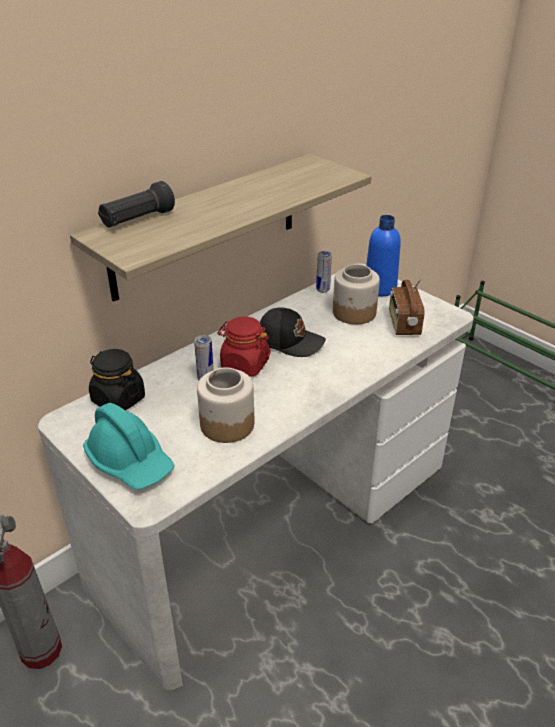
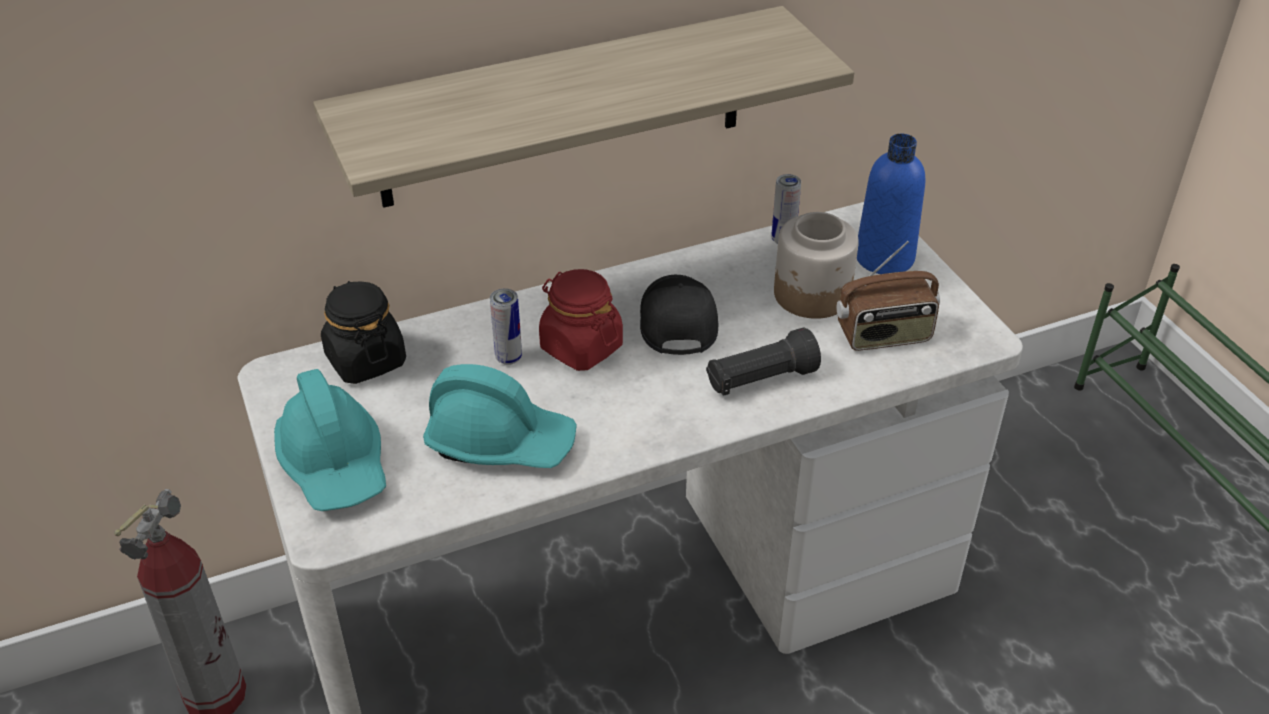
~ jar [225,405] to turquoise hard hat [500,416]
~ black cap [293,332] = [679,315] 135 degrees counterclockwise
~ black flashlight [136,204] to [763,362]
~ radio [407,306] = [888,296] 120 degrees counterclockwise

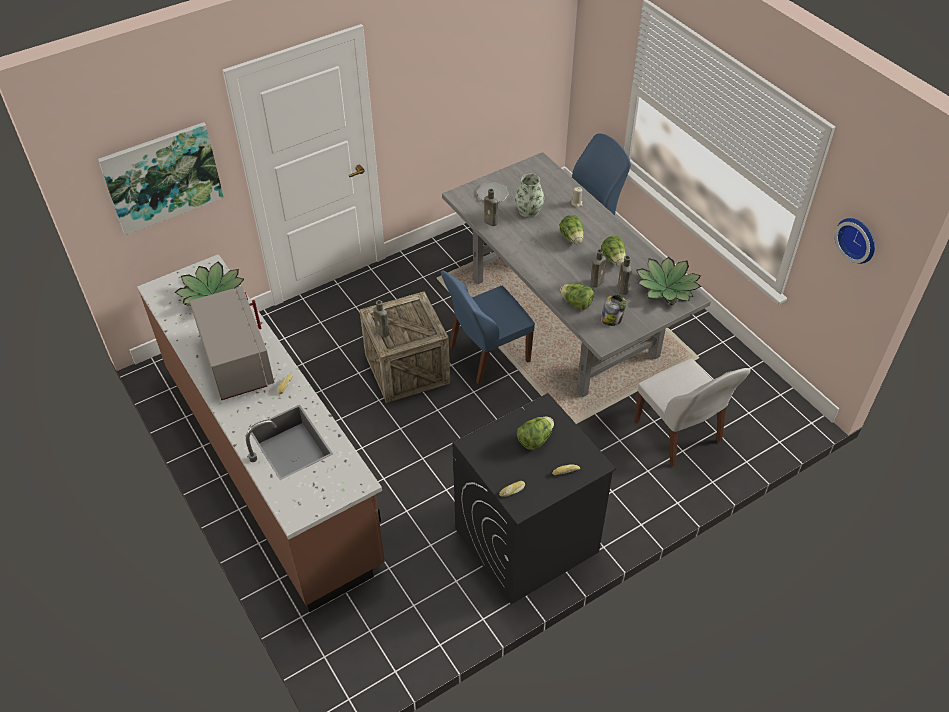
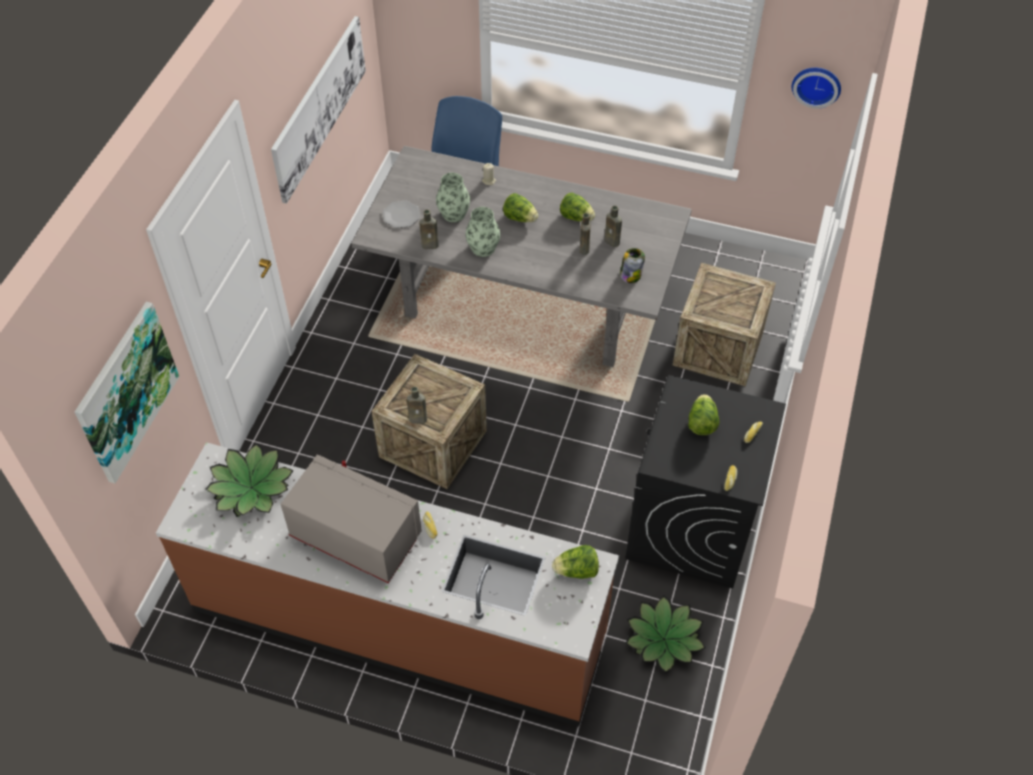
+ picture [318,110]
+ vase [482,232]
~ lettuce [577,296] to [575,562]
~ potted plant [668,281] to [665,634]
~ white chair [692,413] to crate [724,325]
- blue chair [488,327]

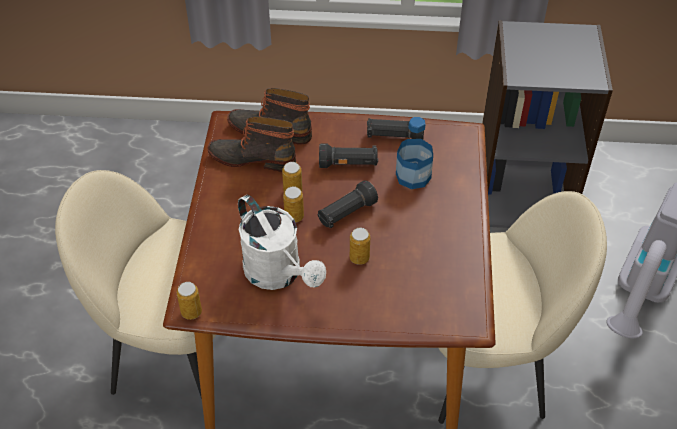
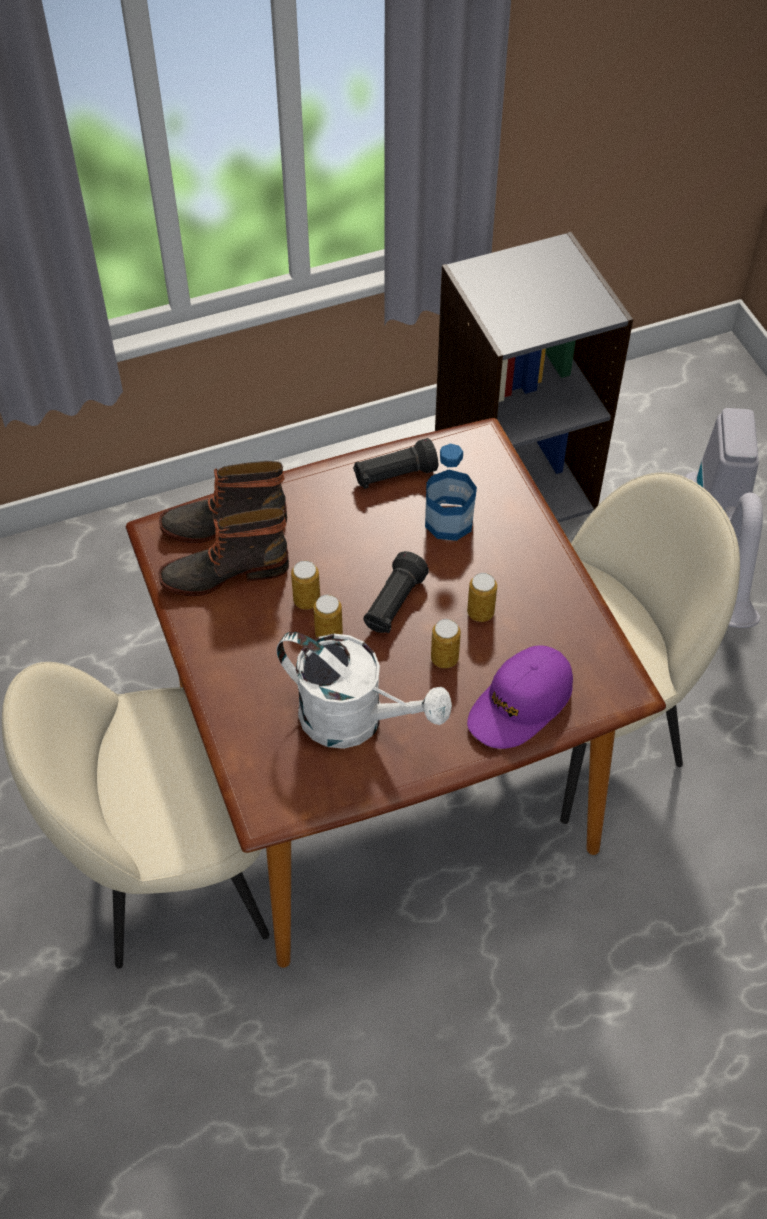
~ can [189,301] to [482,597]
+ purple cap [520,697]
- black flashlight [348,155]

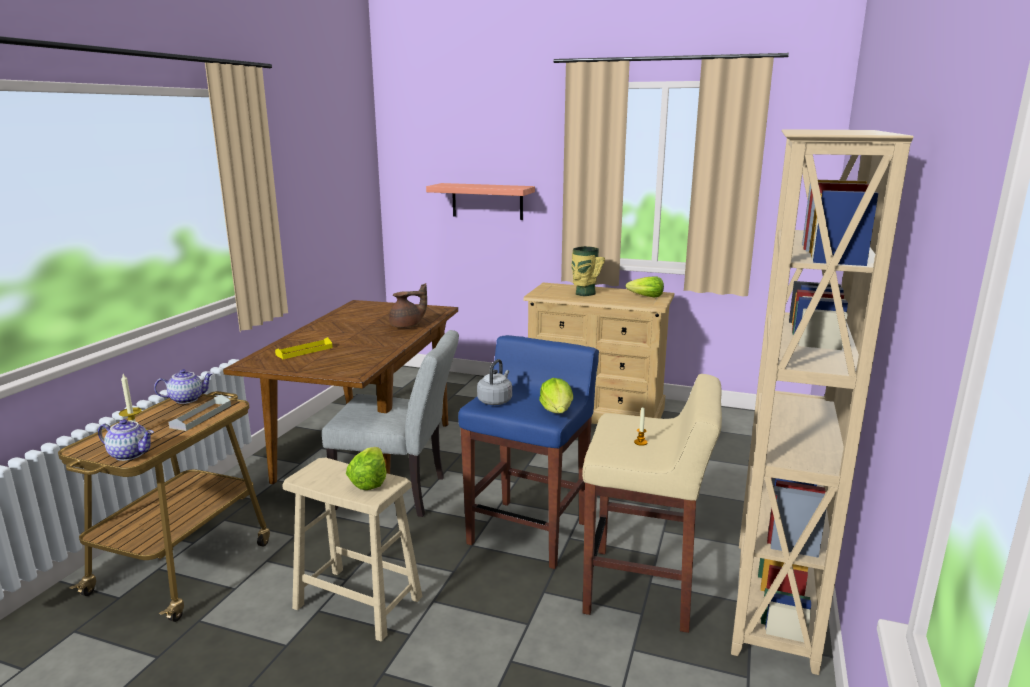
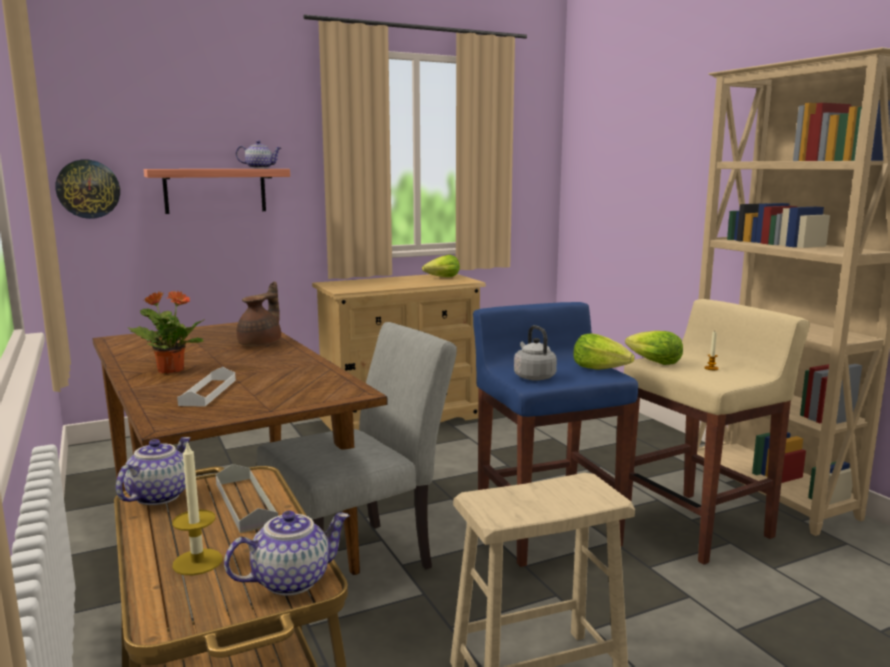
+ wall clock [87,189]
+ potted plant [166,332]
~ yellow tray [304,348] to white tray [206,387]
+ teapot [258,154]
~ lettuce [366,468] to [654,348]
- vase [588,271]

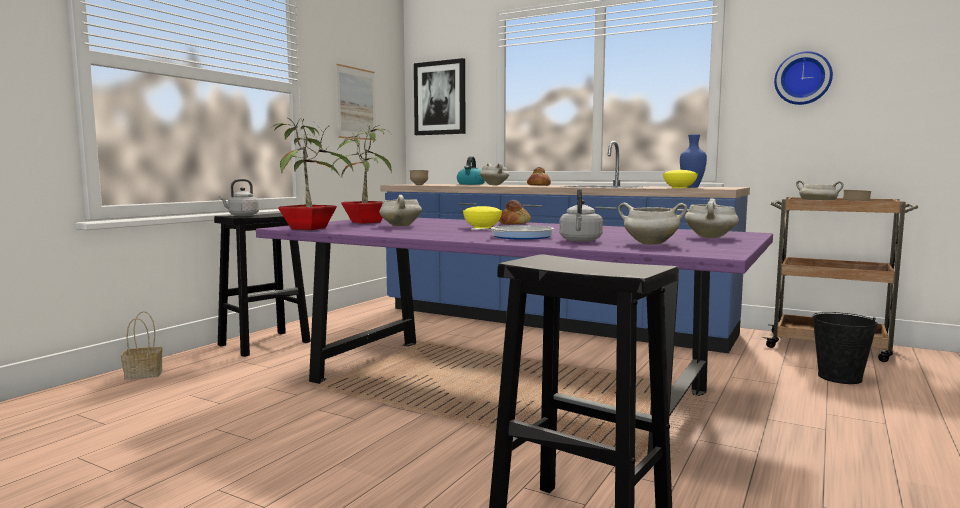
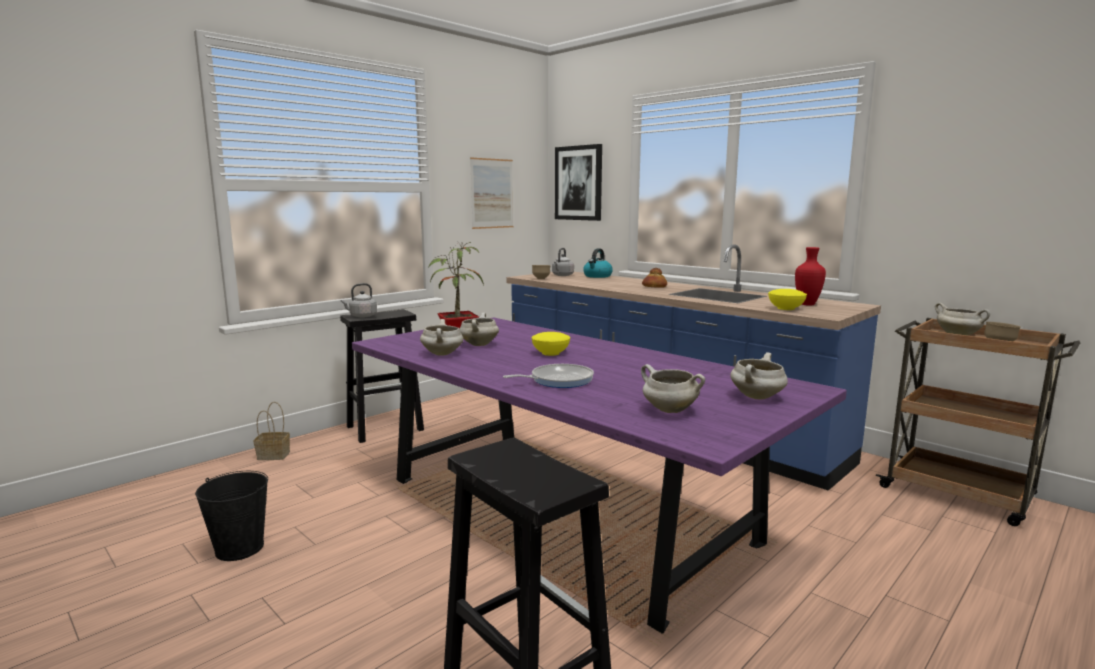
~ black bucket [845,348] to [231,516]
~ white cooking pot [494,174] to [441,337]
~ grey kettle [581,214] to [563,262]
~ blue vase [693,160] to red vase [810,276]
- potted plant [311,174]
- bread [515,212]
- wall clock [803,78]

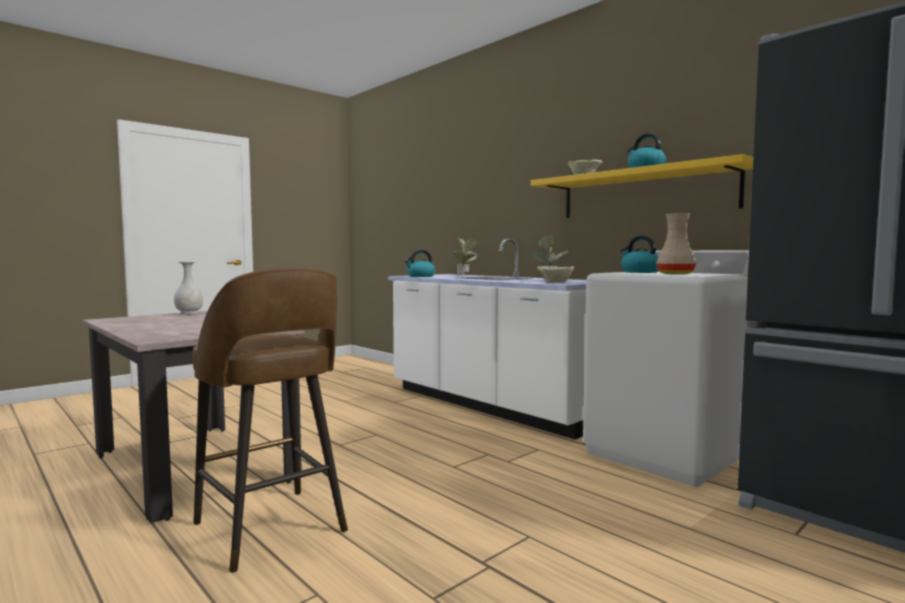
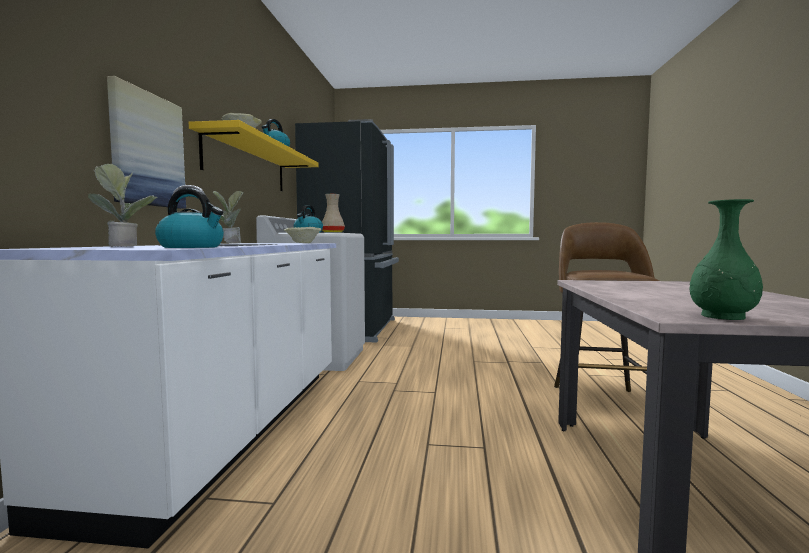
+ picture [146,142]
~ white vase [188,288] to green vase [726,259]

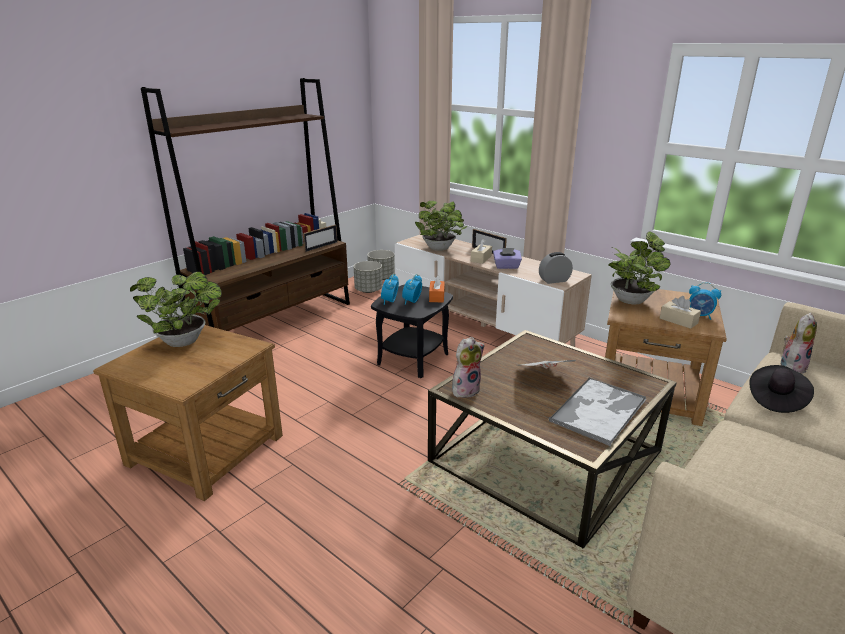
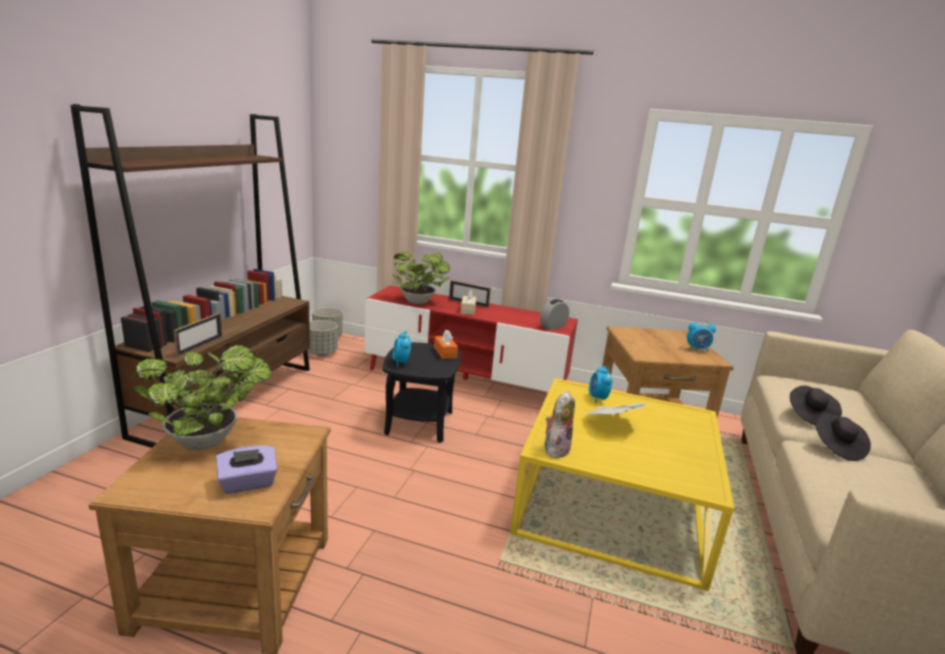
~ picture frame [320,238] to [198,335]
~ purple tissue box [507,258] to [247,469]
~ beige tv stand [493,291] to red tv stand [471,339]
~ brown coffee table [552,439] to yellow coffee table [622,484]
~ alarm clock [412,289] to [601,384]
+ black hat [843,437]
- tray [597,411]
- potted plant [639,267]
- beige tissue box [680,312]
- plush toy [799,343]

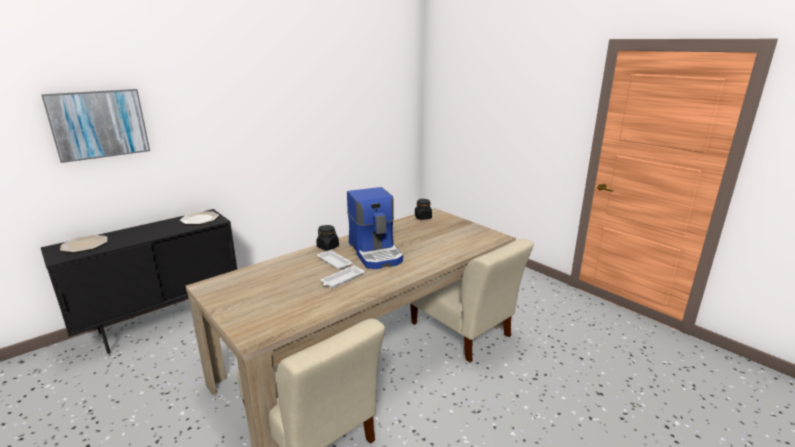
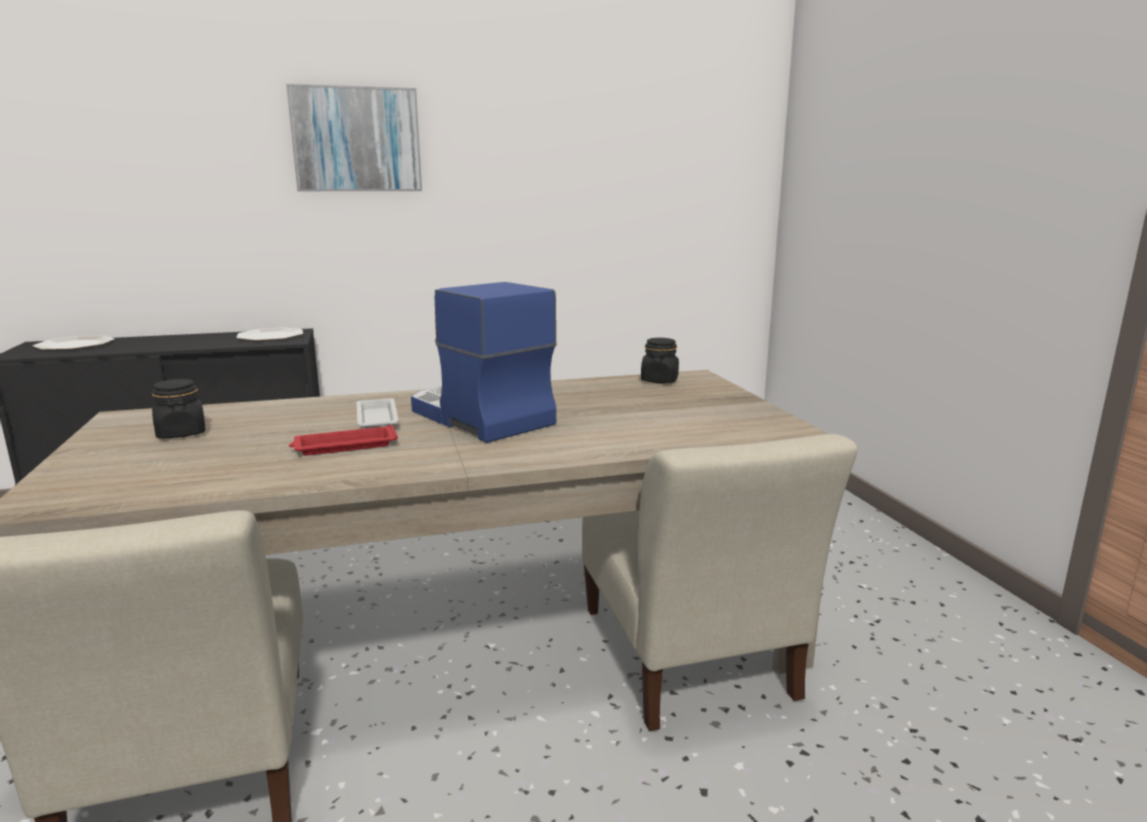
~ black jar [327,237] to [178,409]
~ picture [95,126] to [354,137]
~ white tray [342,276] to red tray [343,440]
~ coffee machine [375,228] = [484,362] 135 degrees clockwise

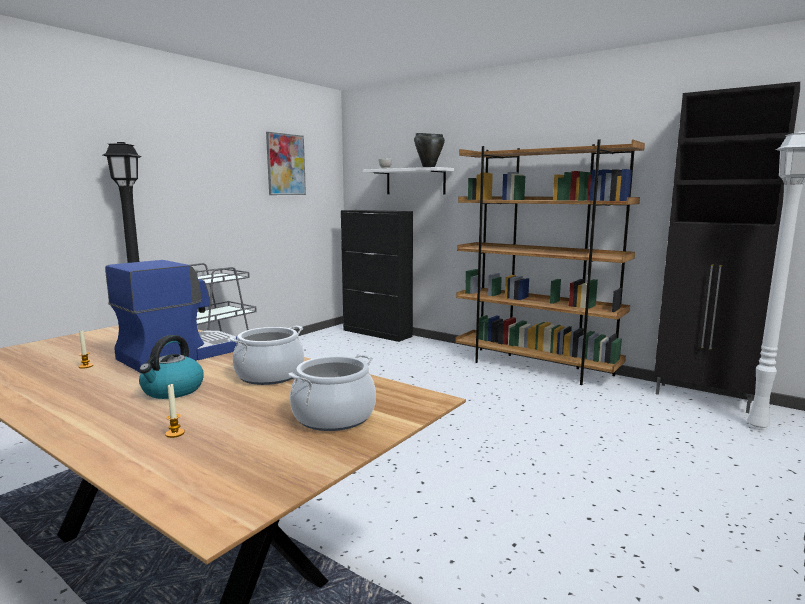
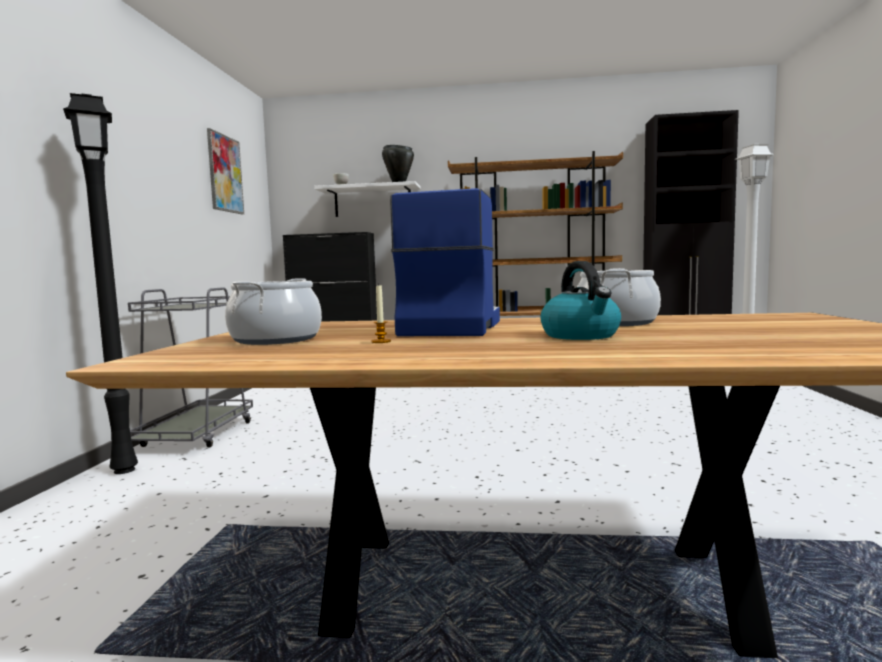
~ cooking pot [332,392] to [273,311]
- candle [175,410]

